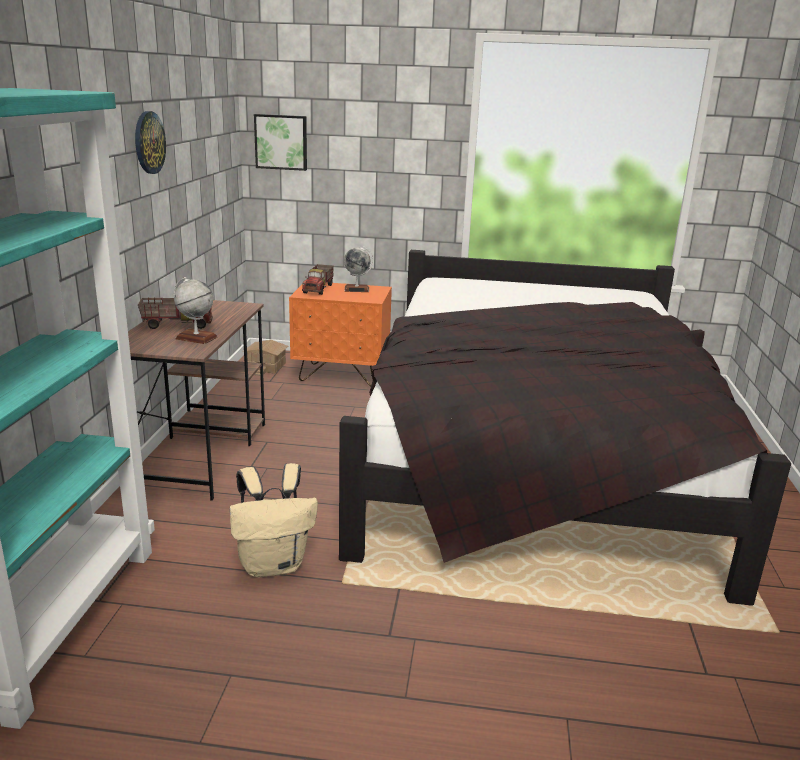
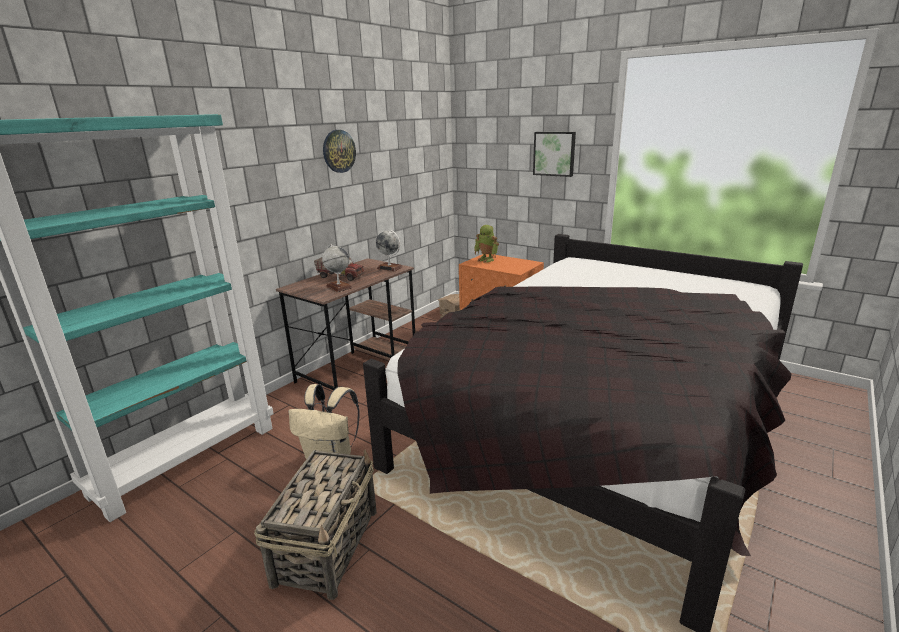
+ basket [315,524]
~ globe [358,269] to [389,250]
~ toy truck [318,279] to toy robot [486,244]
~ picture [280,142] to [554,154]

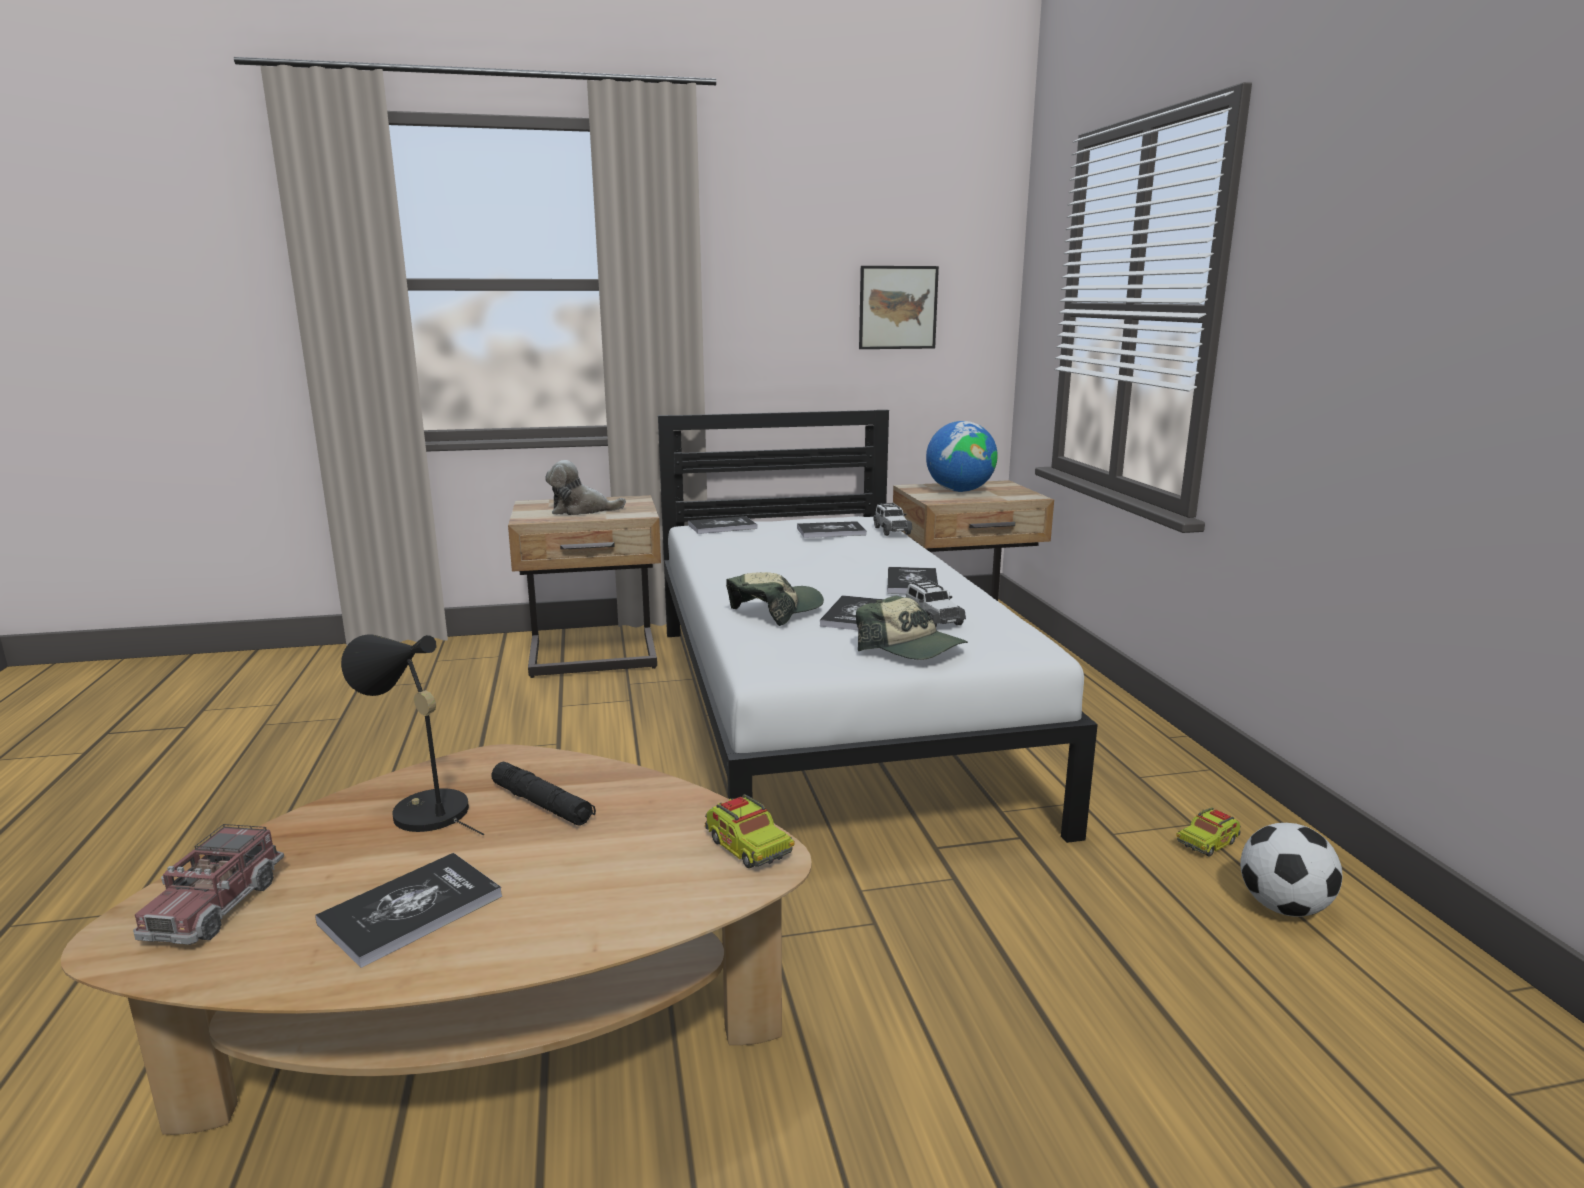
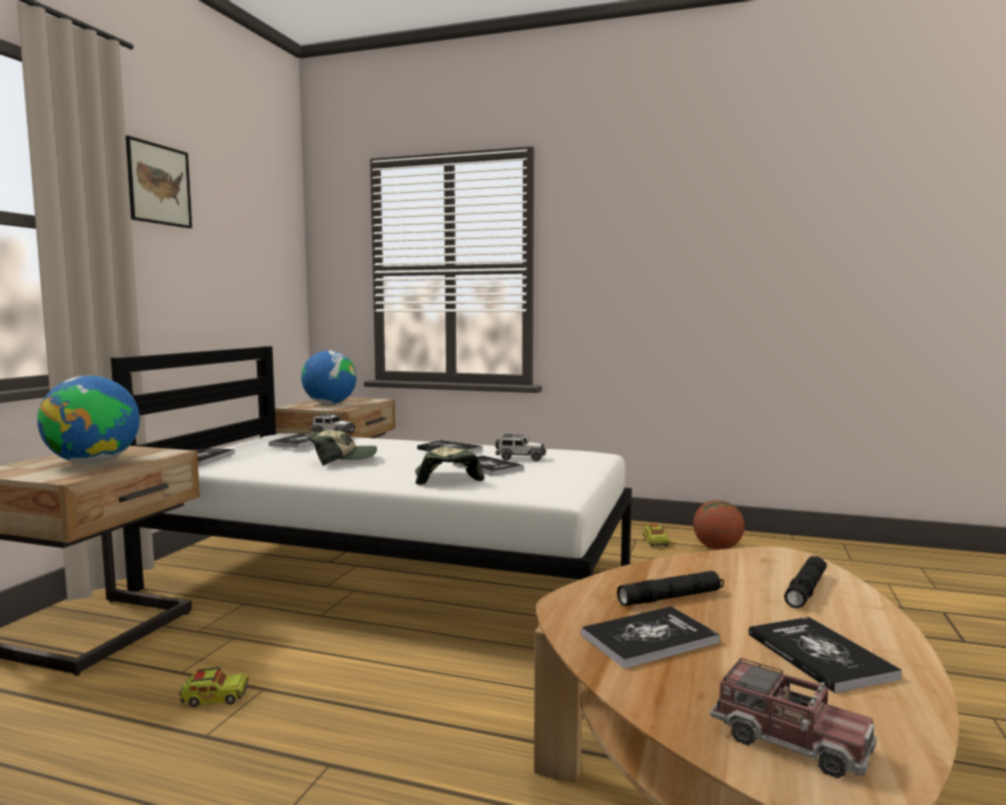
~ plush toy [585,487] to globe [88,420]
~ picture [899,307] to [159,182]
~ toy truck [750,831] to [214,687]
~ cap [912,628] to [343,447]
~ black table lamp [412,734] to book [650,637]
~ football [1291,870] to basketball [719,525]
+ black flashlight [805,582]

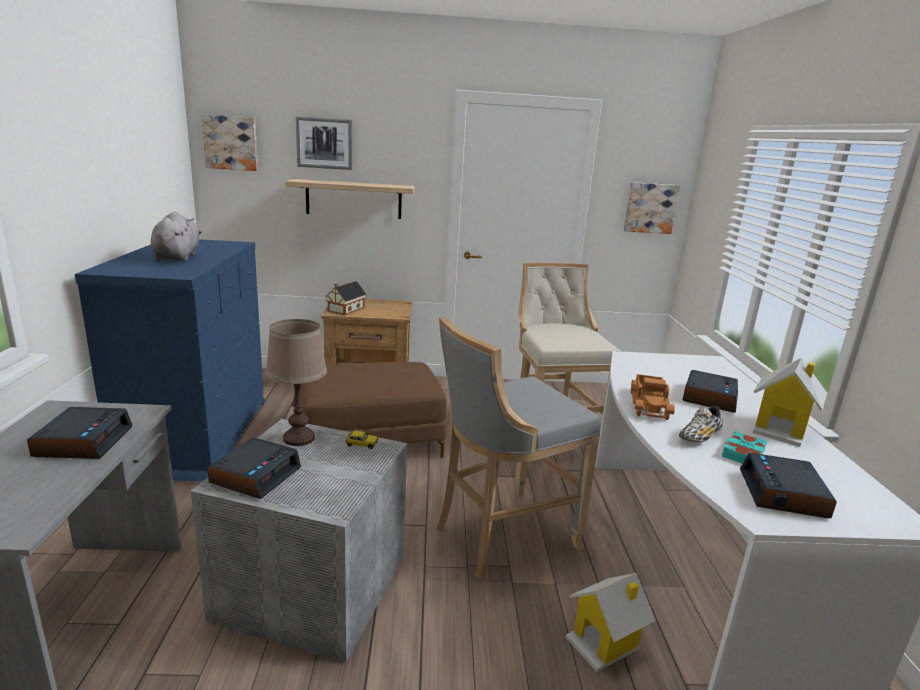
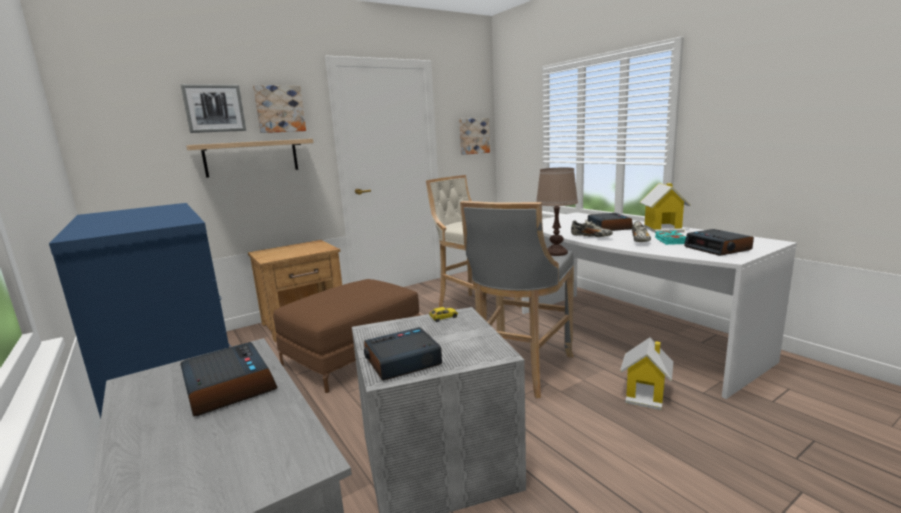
~ picture [229,142] to [279,109]
~ alarm clock [254,468] = [403,354] 105 degrees counterclockwise
~ brown table lamp [296,382] to [557,212]
~ toy truck [653,397] to shoe [592,228]
- grey plush toy [176,237]
- toy house [345,298]

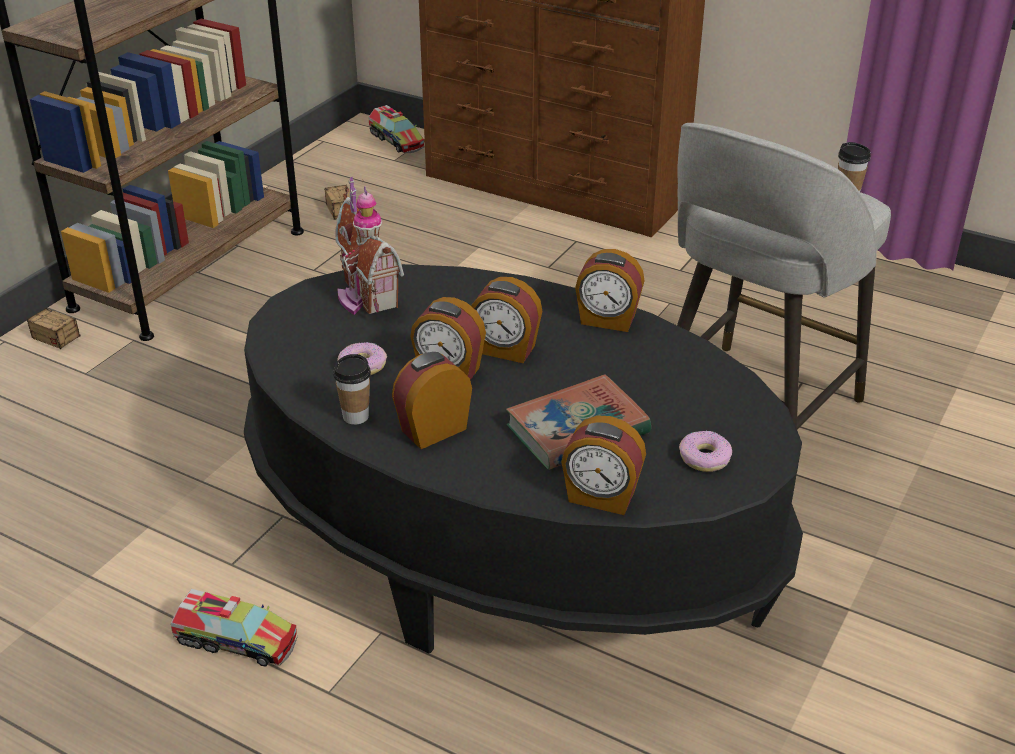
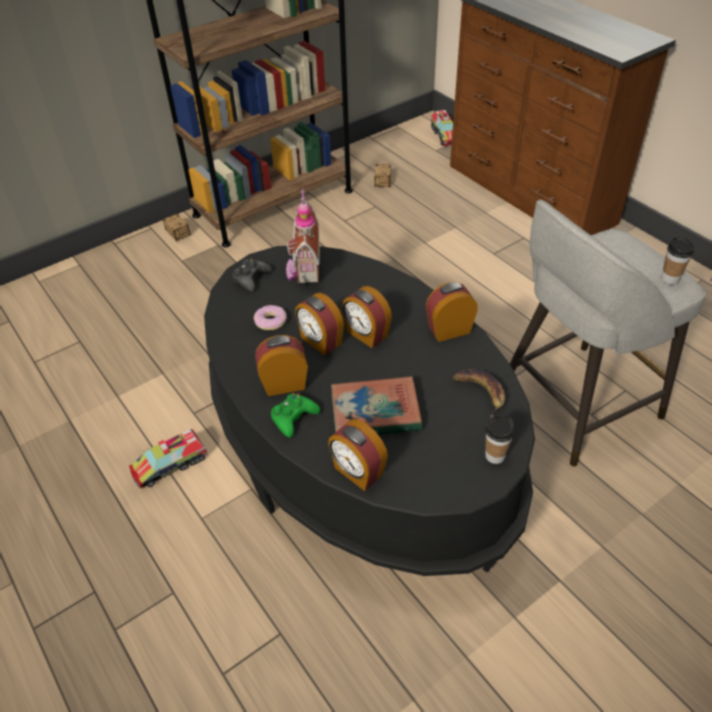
~ toy truck [234,628] = [168,459] 105 degrees clockwise
+ black game controller [252,275]
+ green game controller [295,415]
~ alarm clock [609,290] = [452,312] 120 degrees clockwise
+ banana [479,394]
~ cup [352,389] to [500,439]
- donut [705,451]

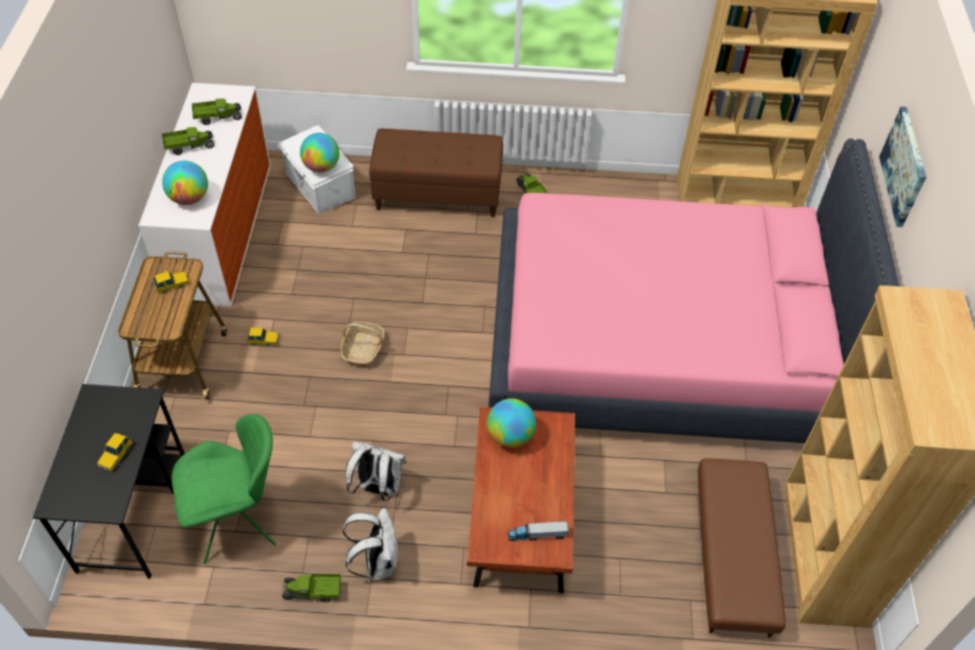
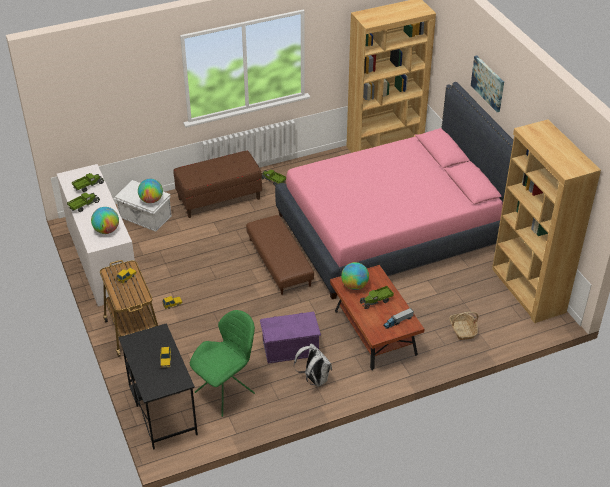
~ brown ottoman [742,548] to [280,255]
~ white backpack [376,471] to purple storage box [290,337]
~ toy truck [311,588] to [376,297]
~ basket [363,344] to [463,326]

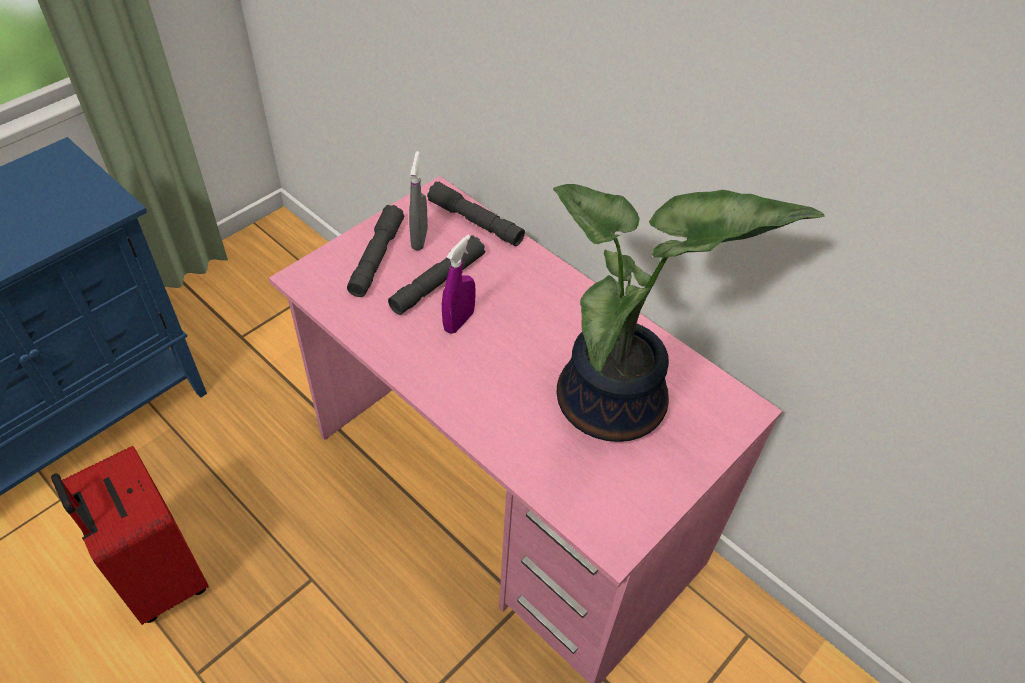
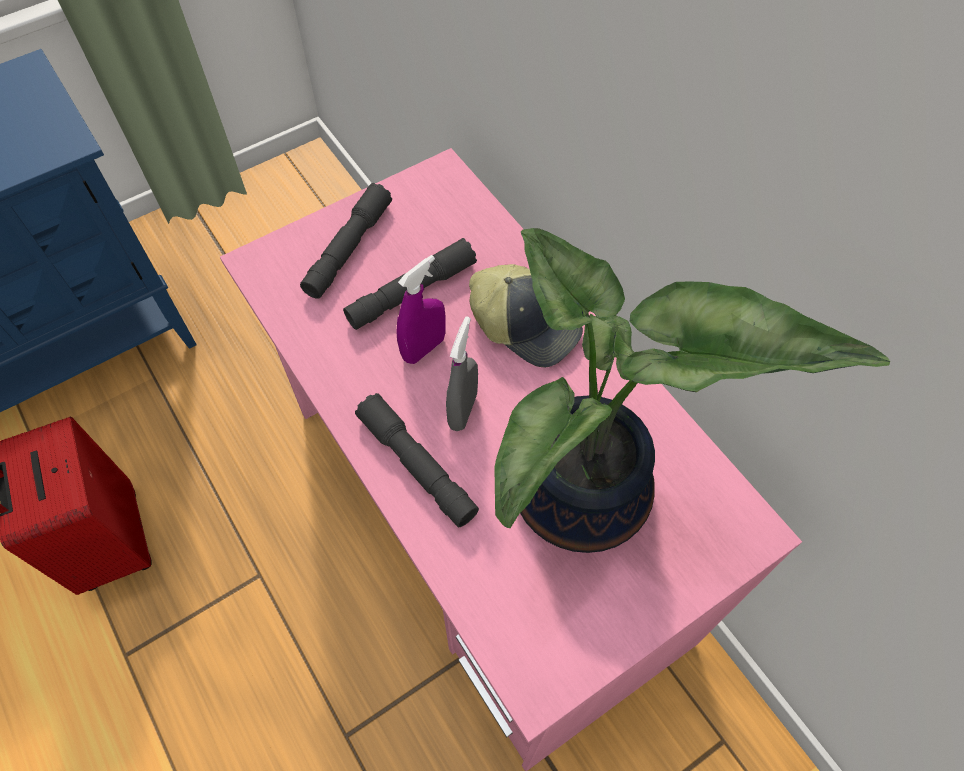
~ grey flashlight [476,213] to [417,460]
~ grey spray bottle [418,200] to [462,373]
+ cap [526,315]

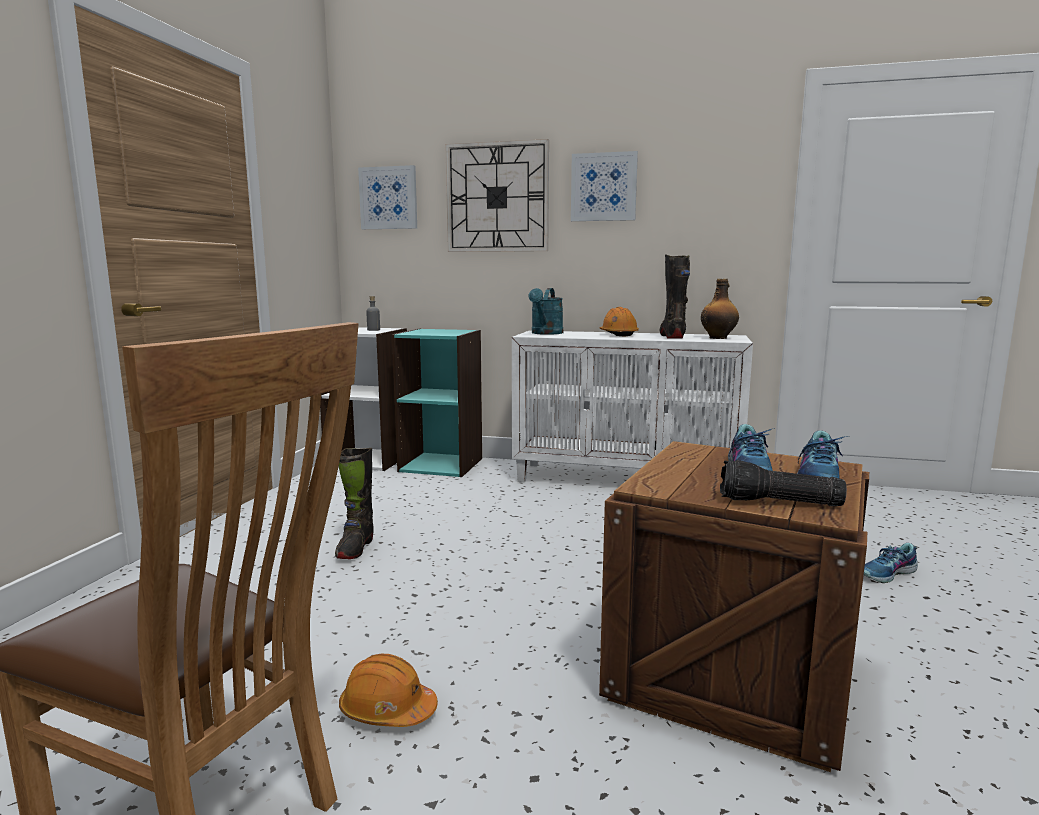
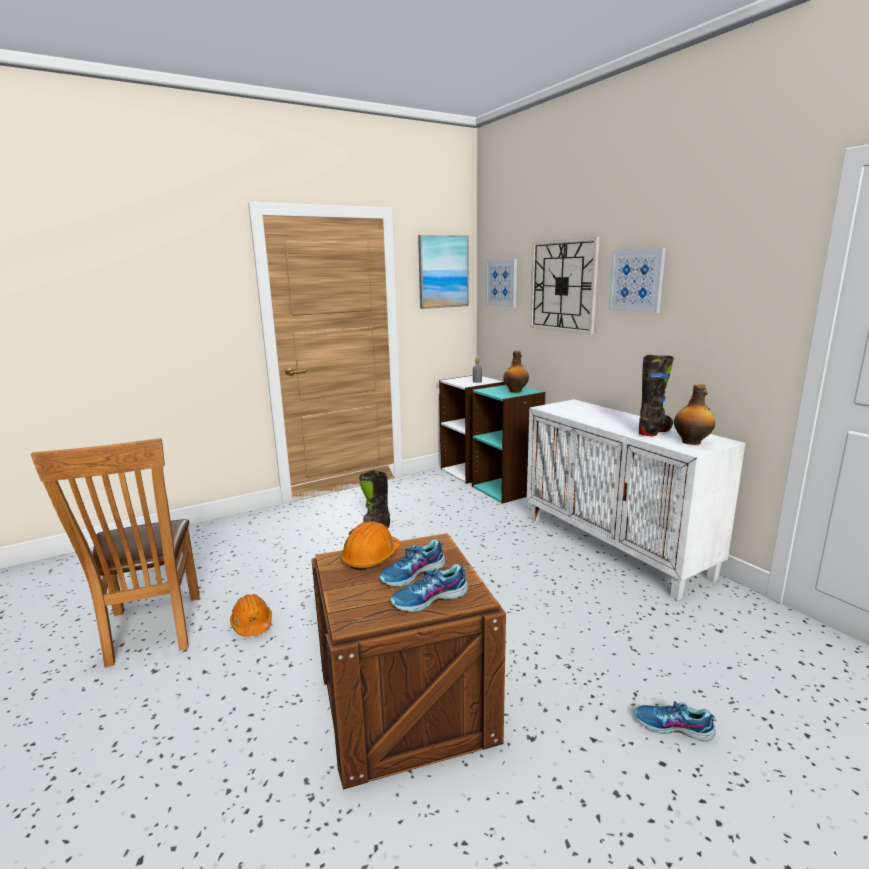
~ orange hard hat [619,321] to [371,546]
+ picture [443,272]
+ bottle [516,372]
- turquoise watering can [545,311]
- flashlight [783,483]

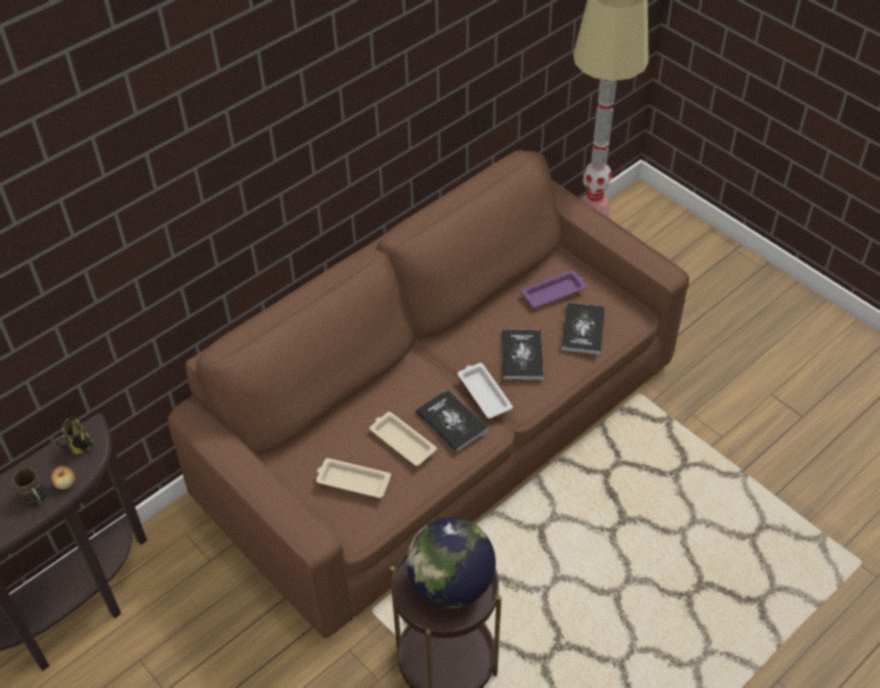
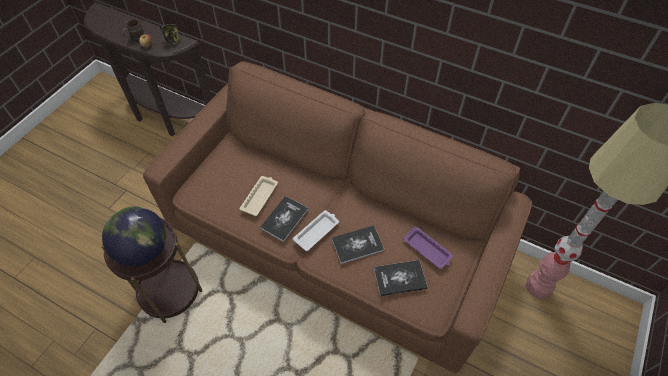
- beige tray [353,478]

